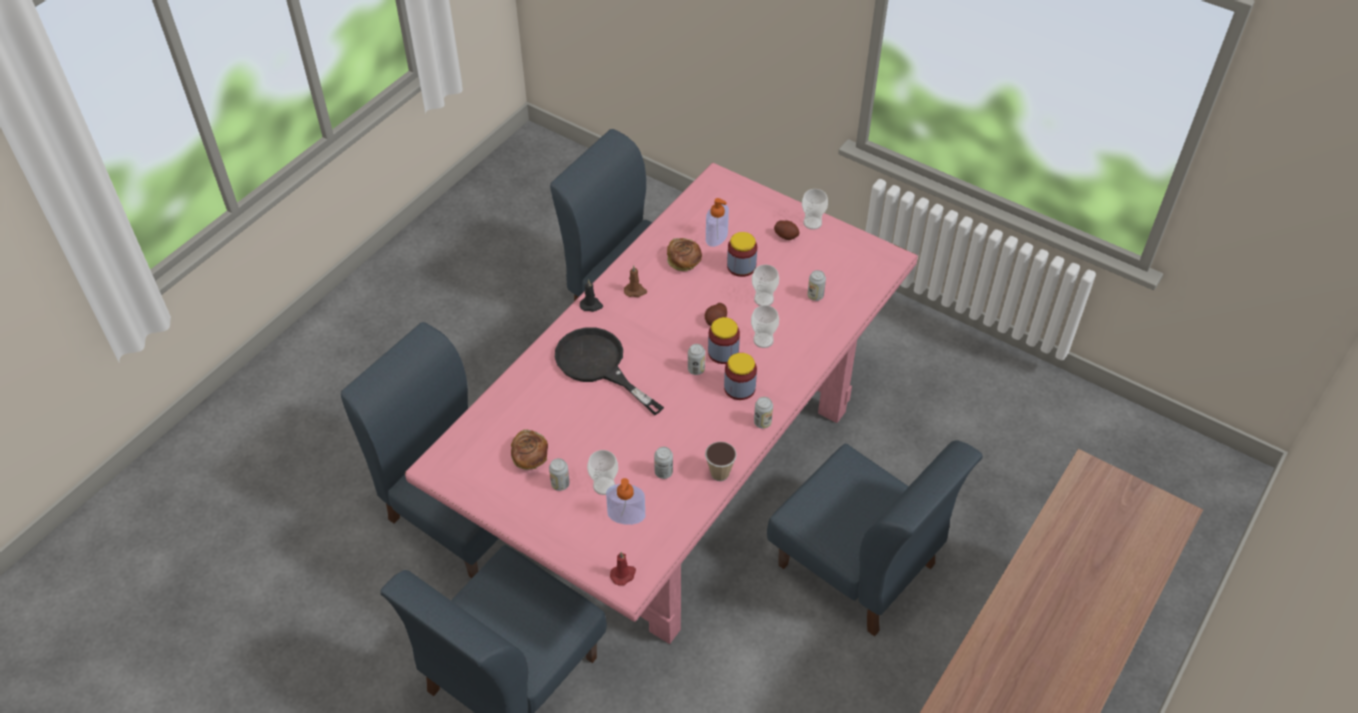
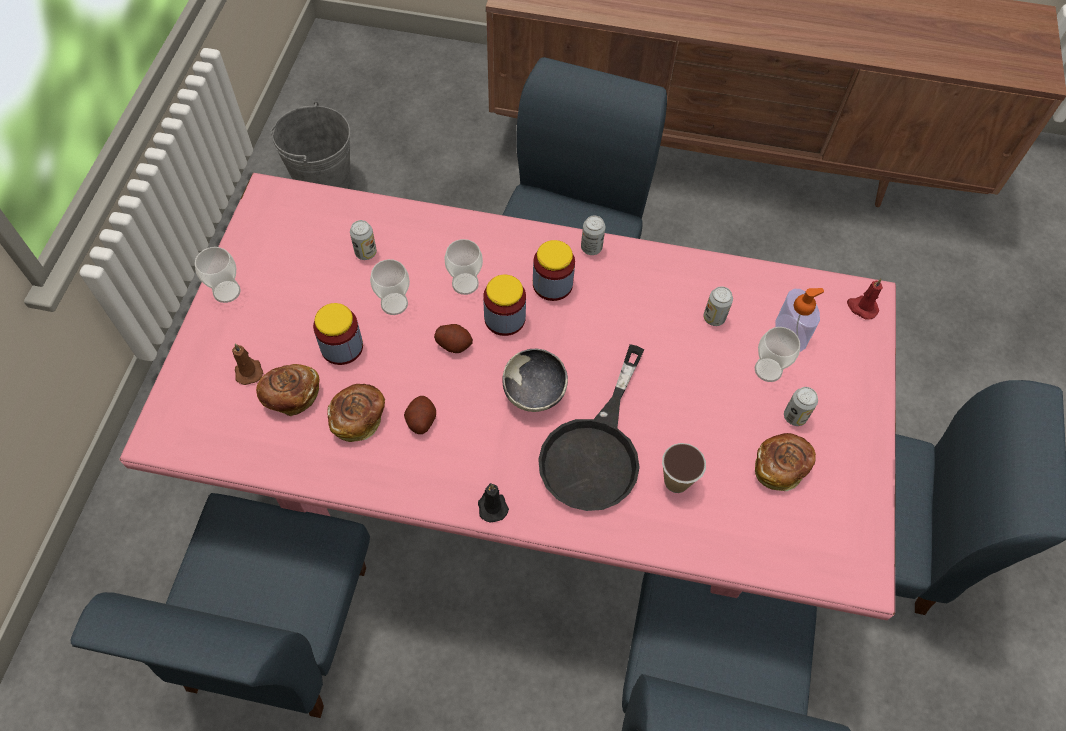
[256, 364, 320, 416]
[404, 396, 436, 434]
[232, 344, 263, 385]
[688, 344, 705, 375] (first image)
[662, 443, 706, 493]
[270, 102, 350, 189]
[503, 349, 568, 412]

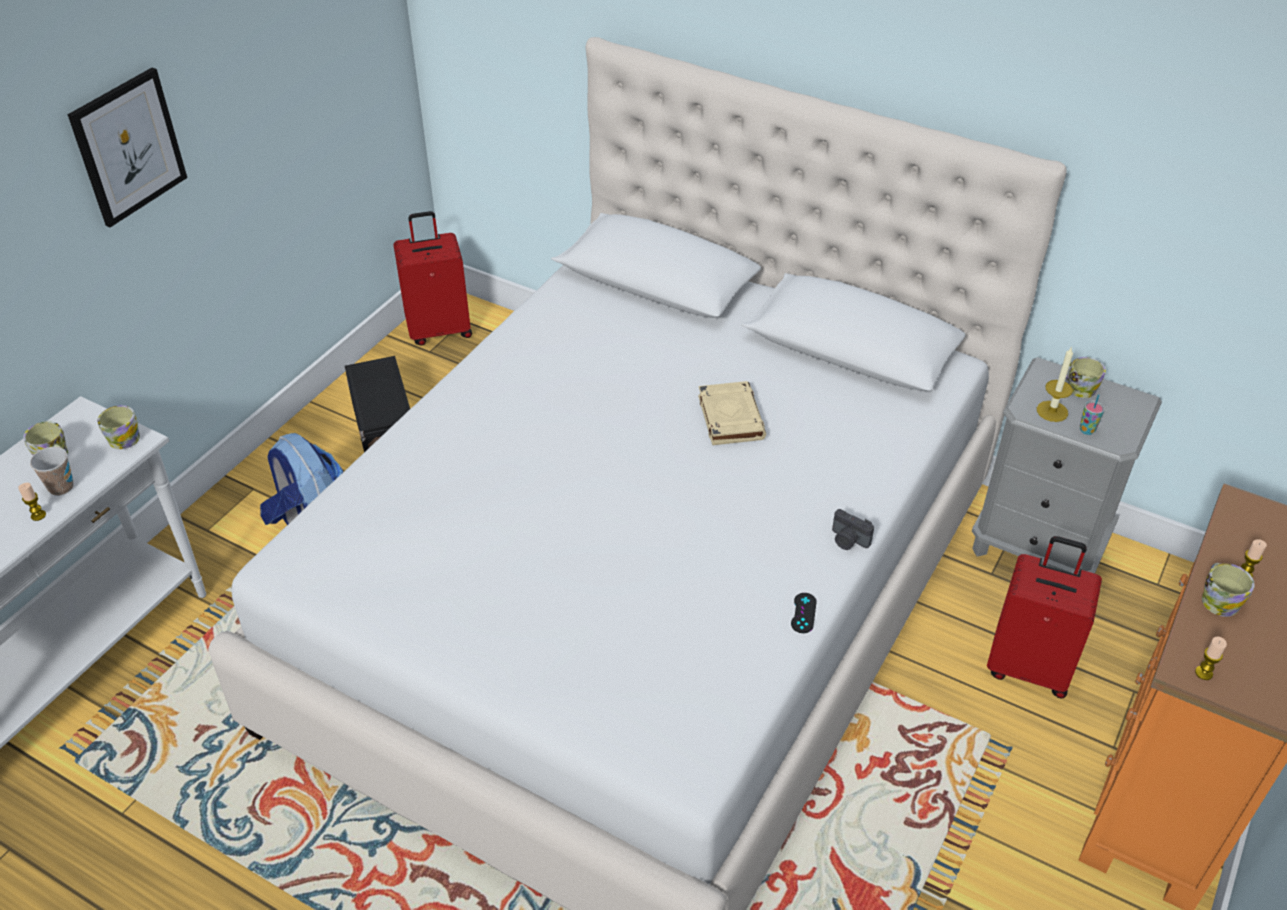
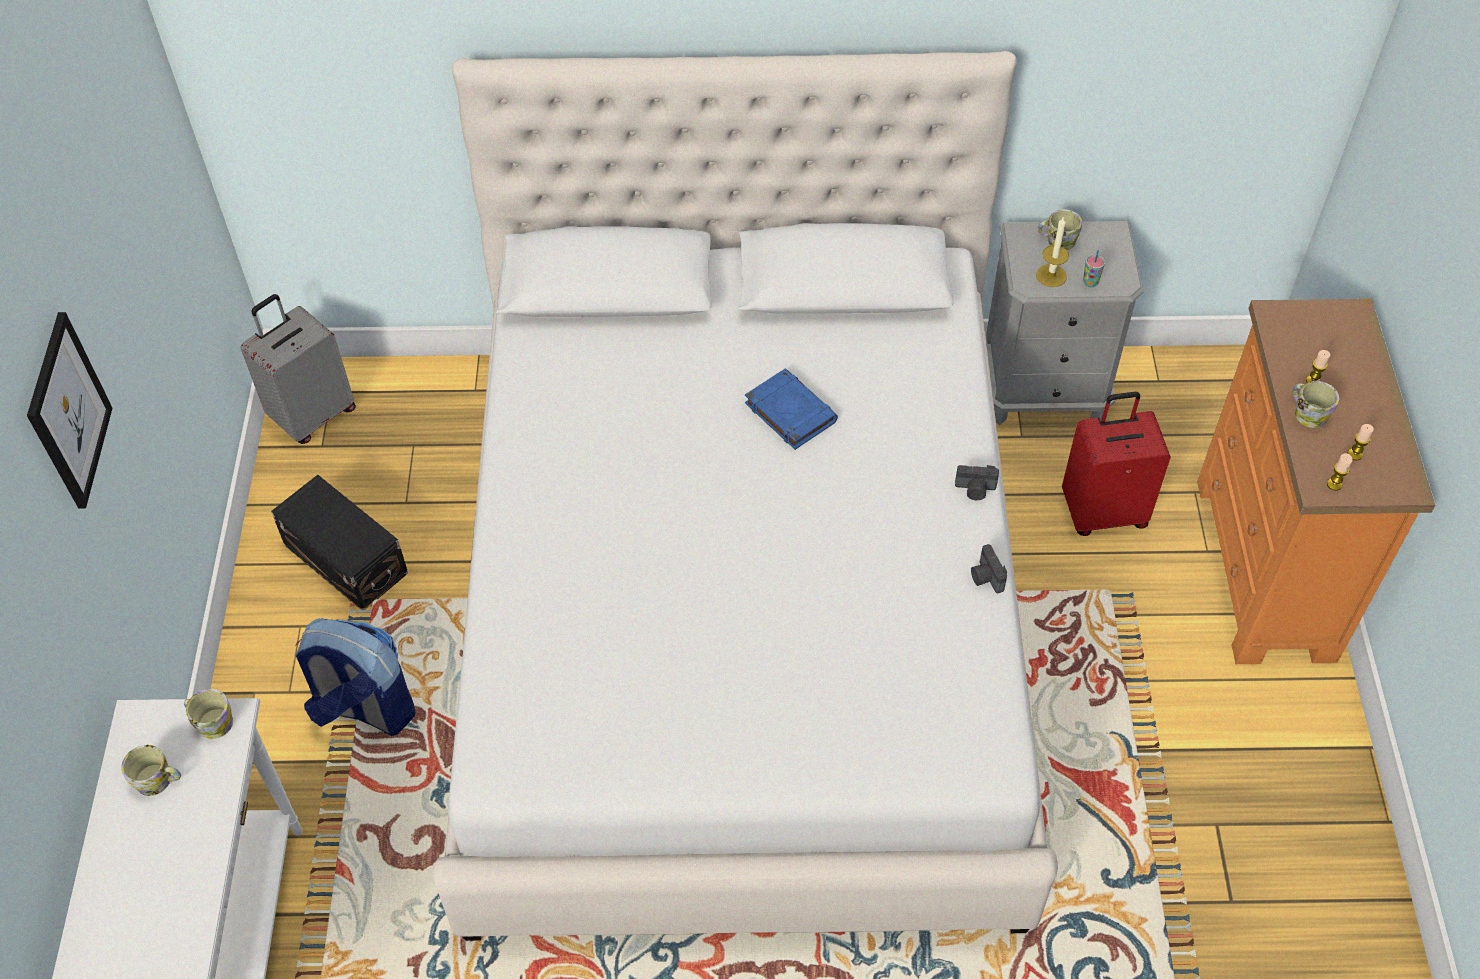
[241, 294, 356, 444]
[745, 369, 838, 450]
[30, 447, 74, 496] (first image)
[1348, 424, 1374, 460]
[971, 544, 1007, 593]

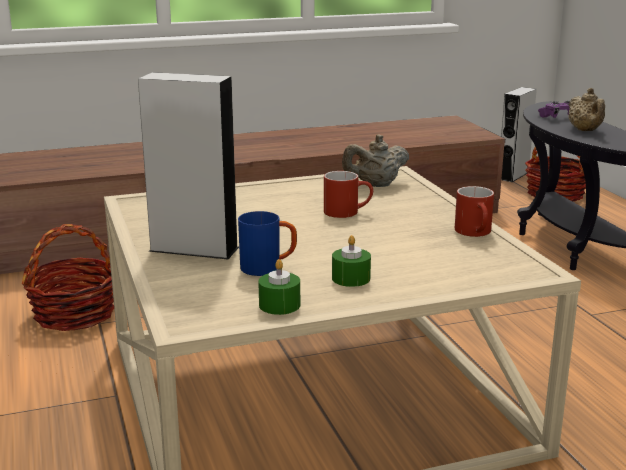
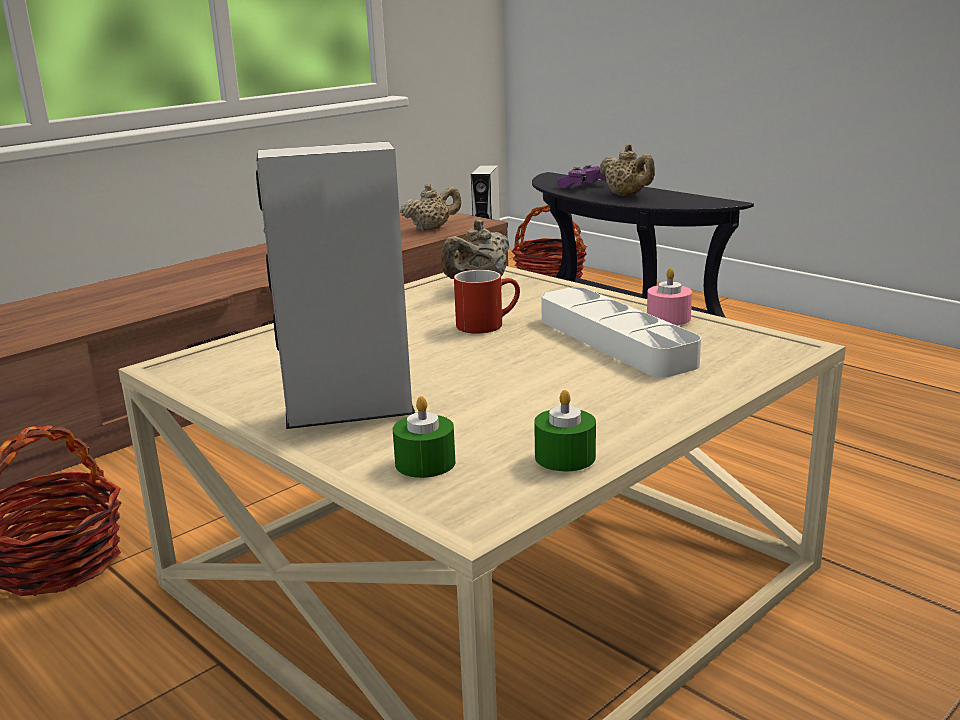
[647, 268, 692, 325]
[238, 211, 297, 276] (first image)
[393, 396, 455, 478]
[400, 183, 461, 231]
[541, 287, 701, 377]

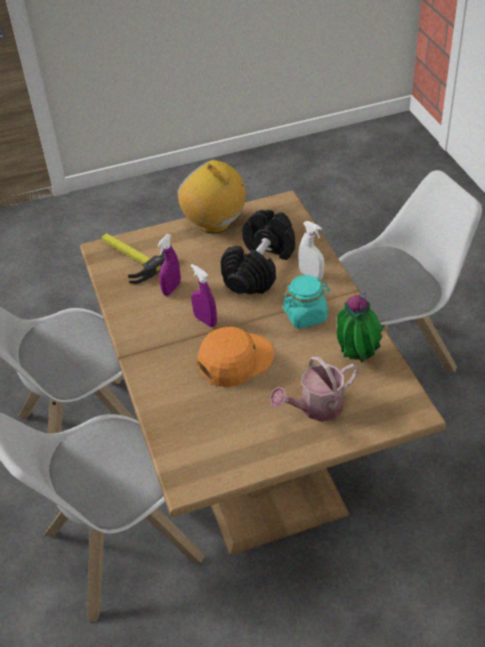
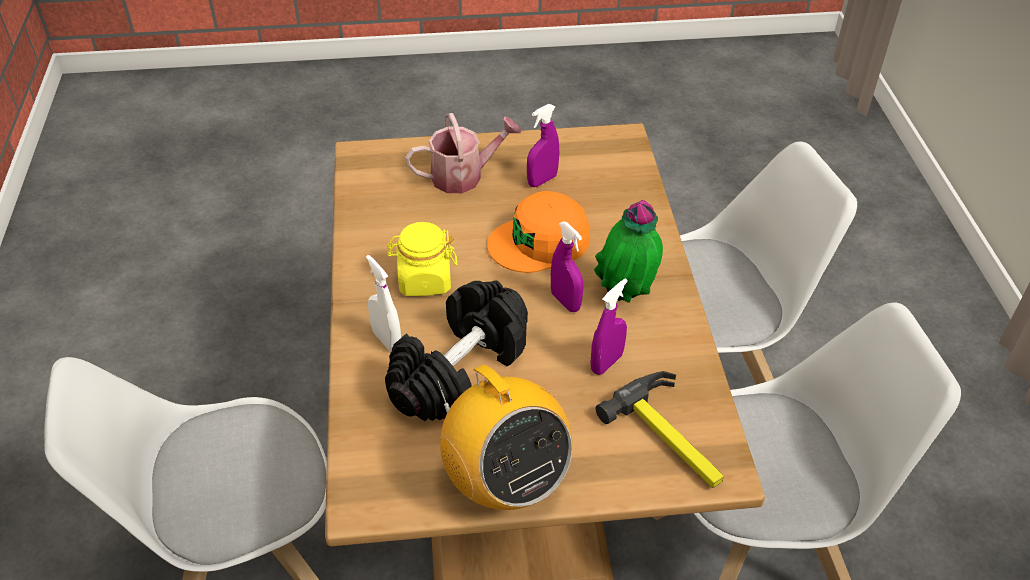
[387, 222, 457, 296]
[594, 200, 663, 303]
[527, 104, 559, 187]

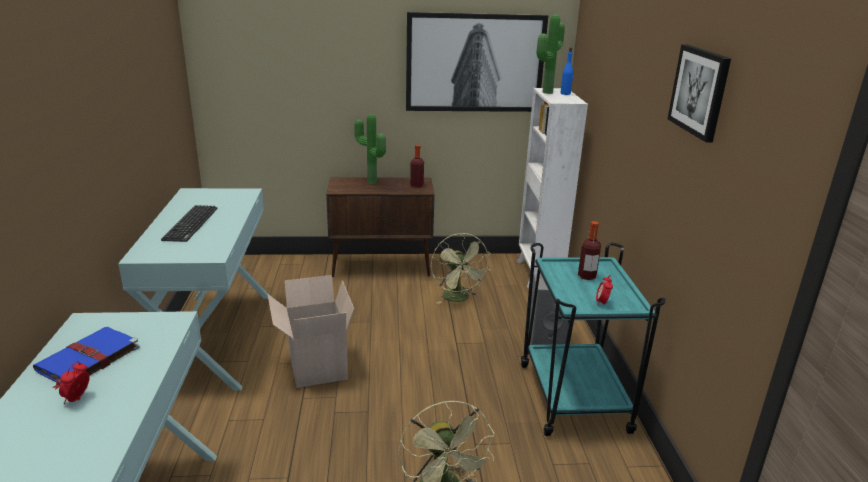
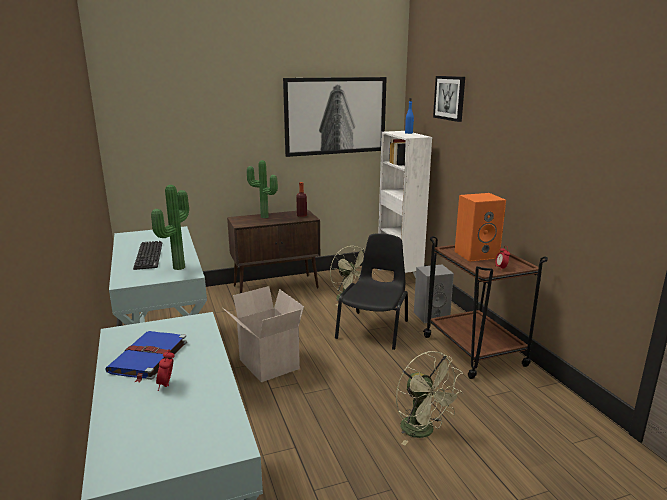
[151, 185, 189, 270]
[433, 76, 465, 122]
[455, 193, 506, 262]
[423, 236, 548, 379]
[335, 233, 408, 350]

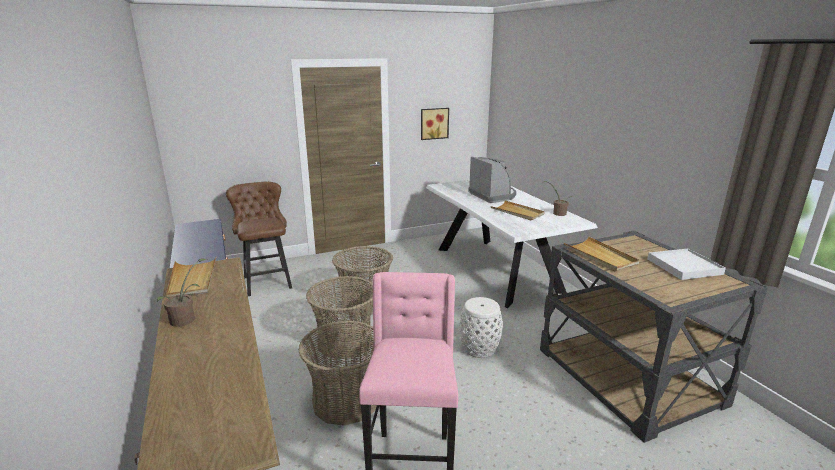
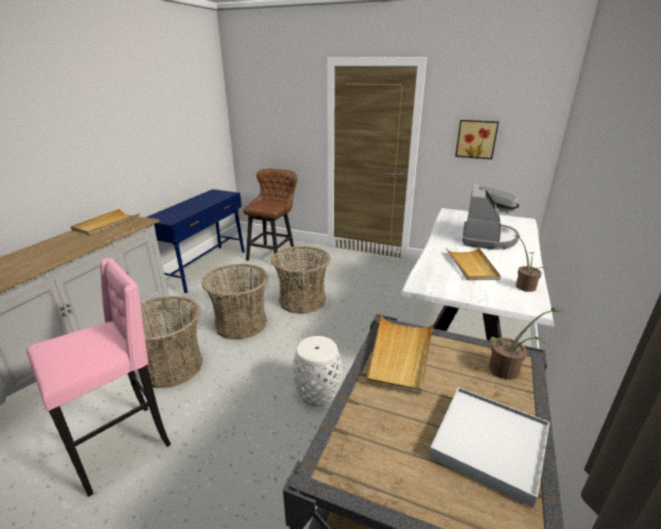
[489, 307, 563, 380]

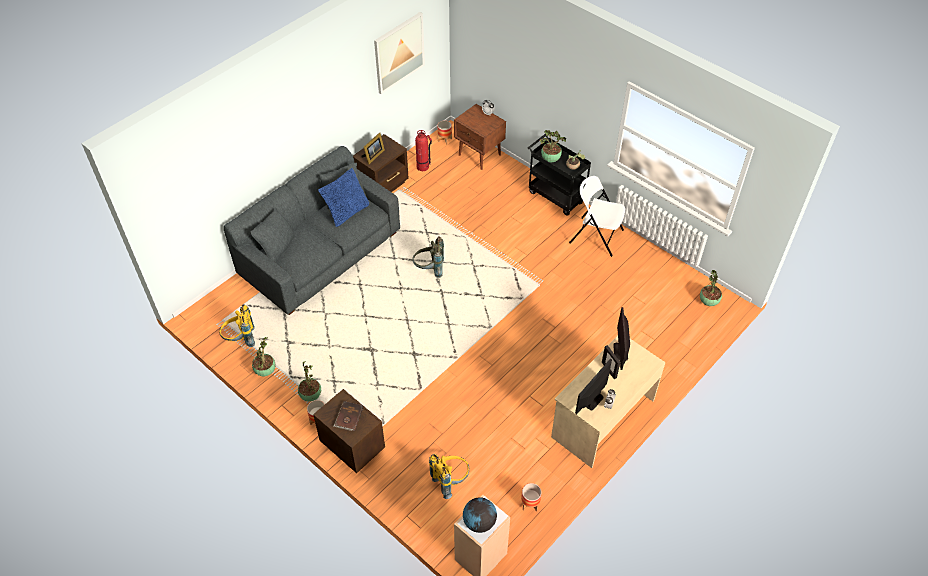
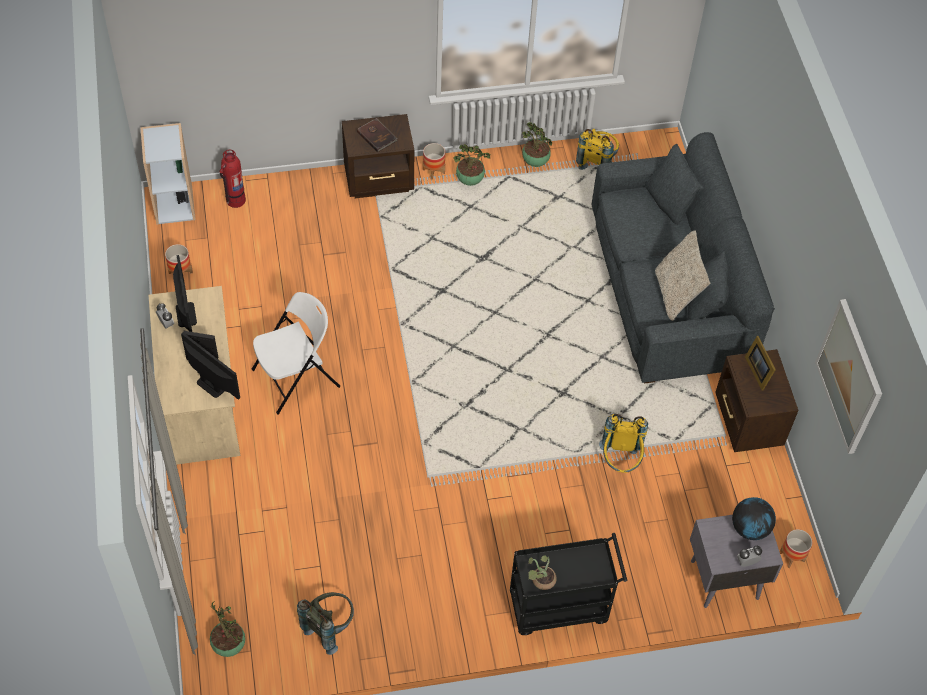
[690, 515, 783, 608]
[219, 150, 246, 208]
[540, 130, 566, 162] (first image)
[655, 231, 710, 321]
[252, 292, 340, 415]
[297, 592, 354, 655]
[599, 414, 648, 473]
[732, 497, 776, 540]

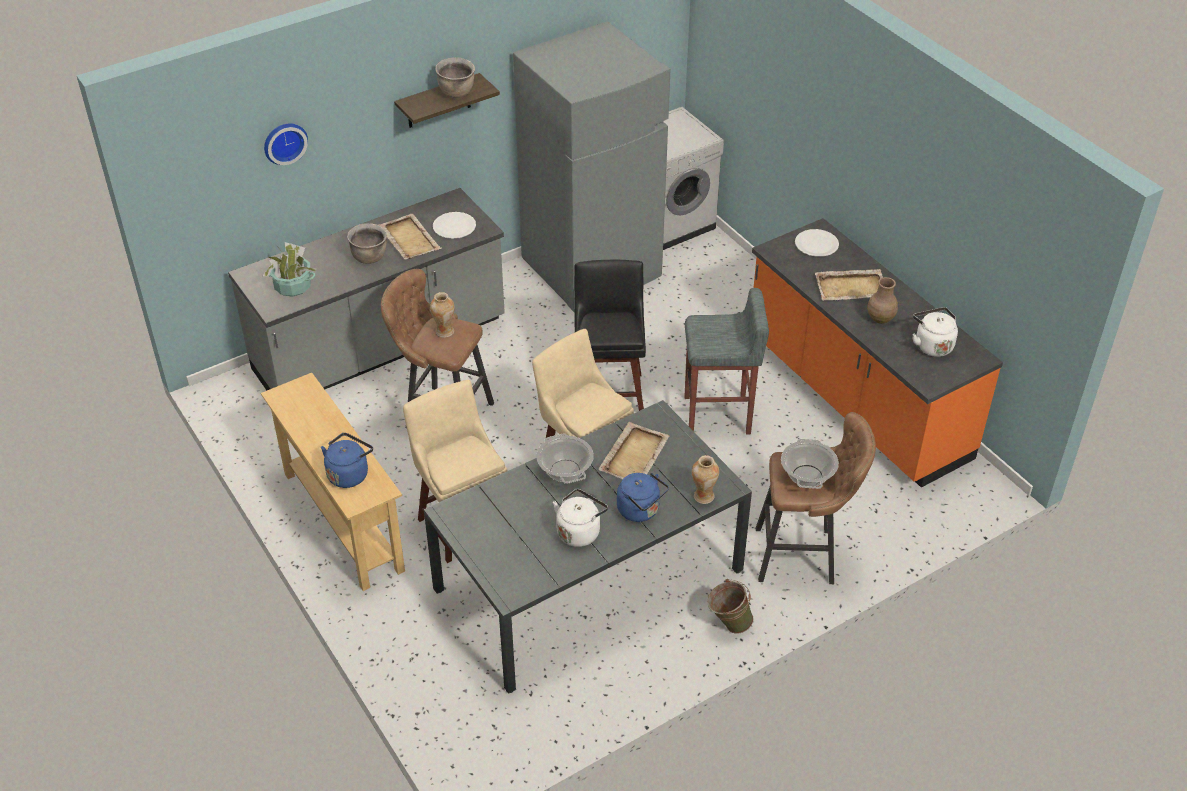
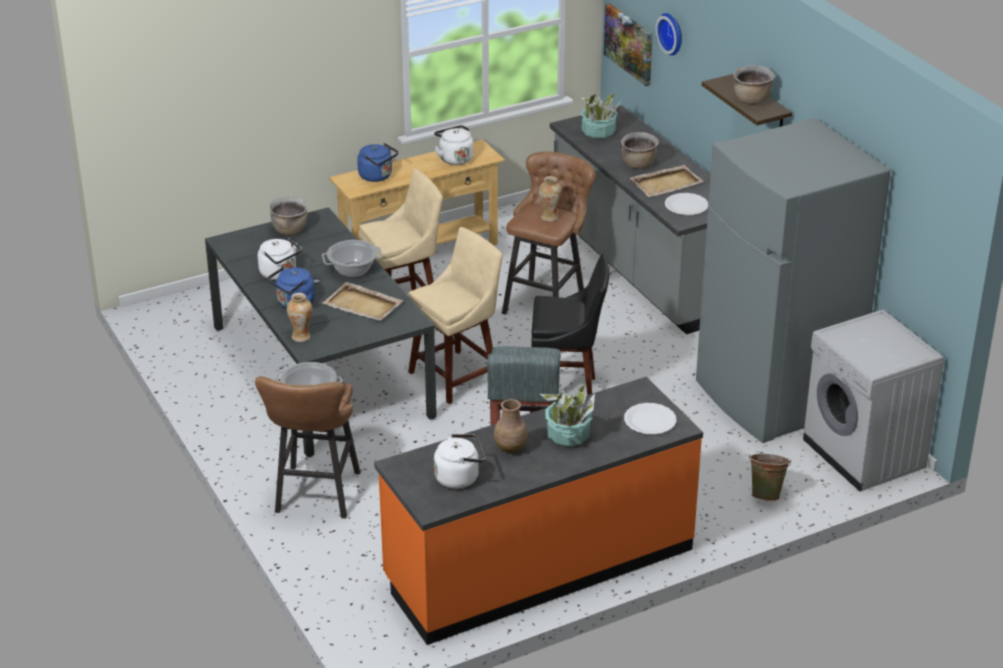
[540, 385, 595, 447]
[749, 454, 791, 501]
[604, 3, 653, 86]
[434, 125, 473, 165]
[269, 197, 308, 236]

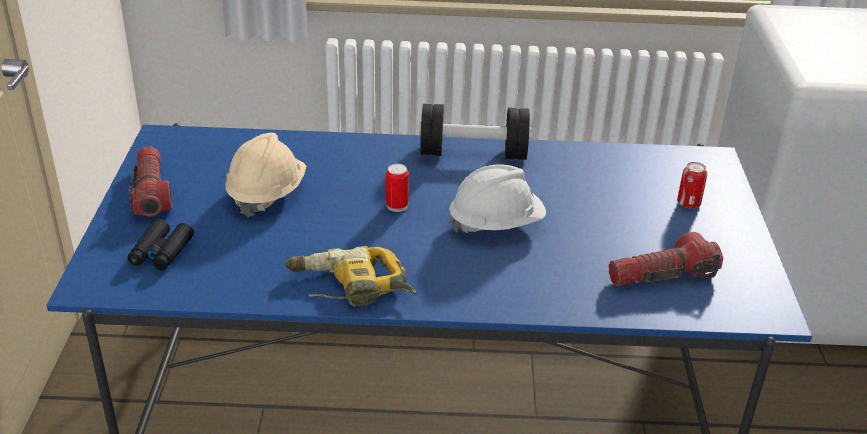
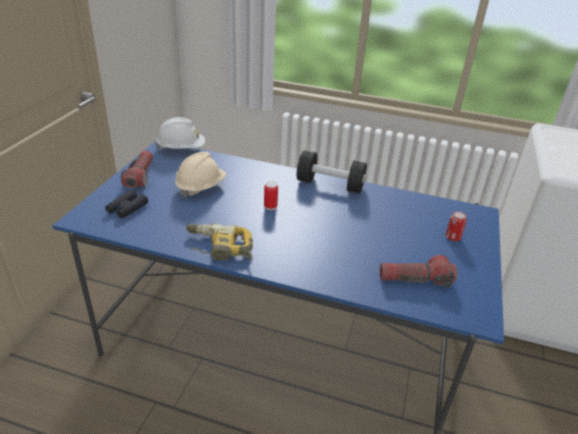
[155, 117, 205, 149]

